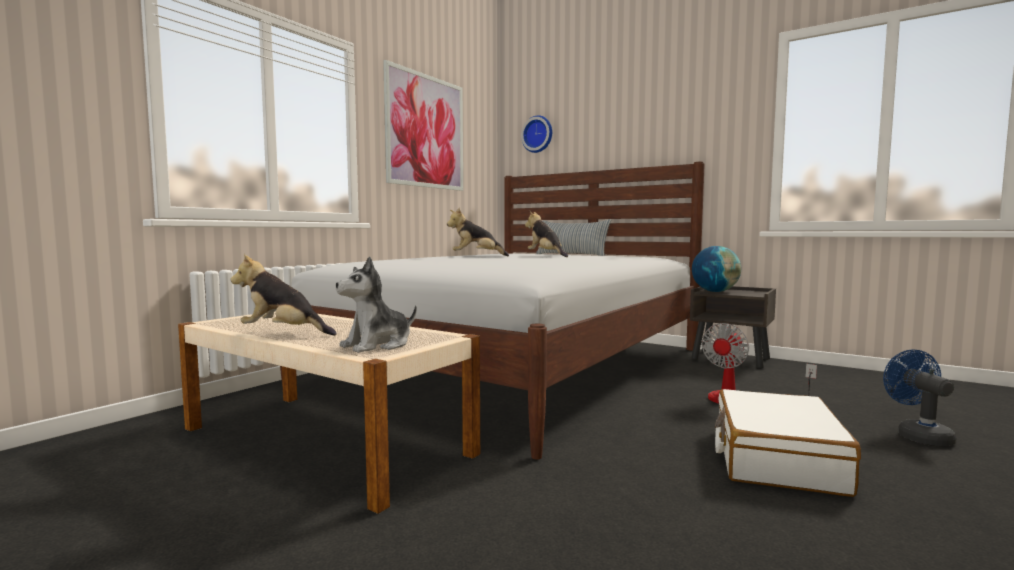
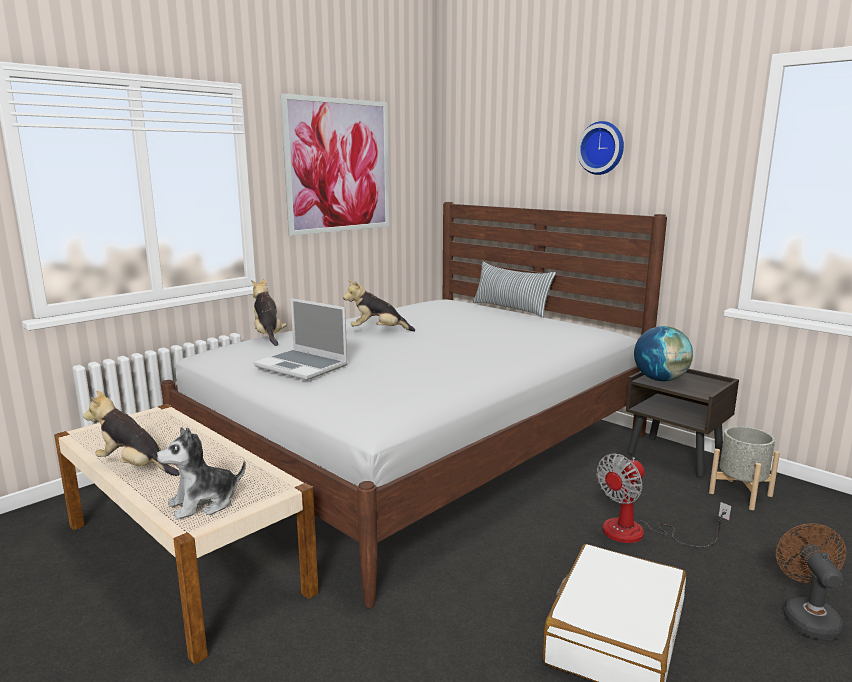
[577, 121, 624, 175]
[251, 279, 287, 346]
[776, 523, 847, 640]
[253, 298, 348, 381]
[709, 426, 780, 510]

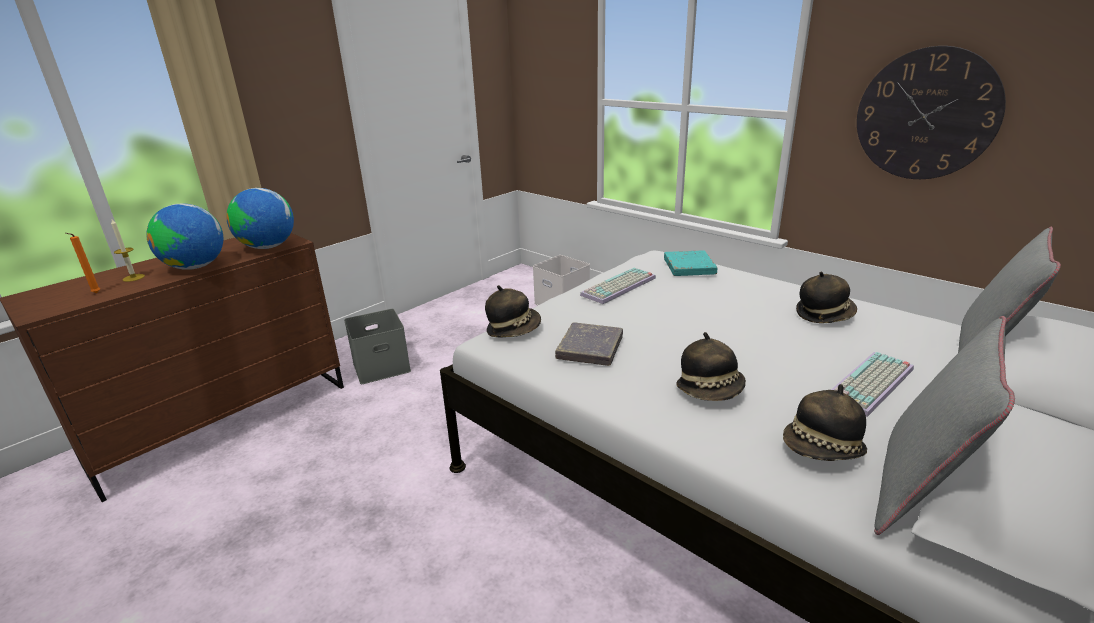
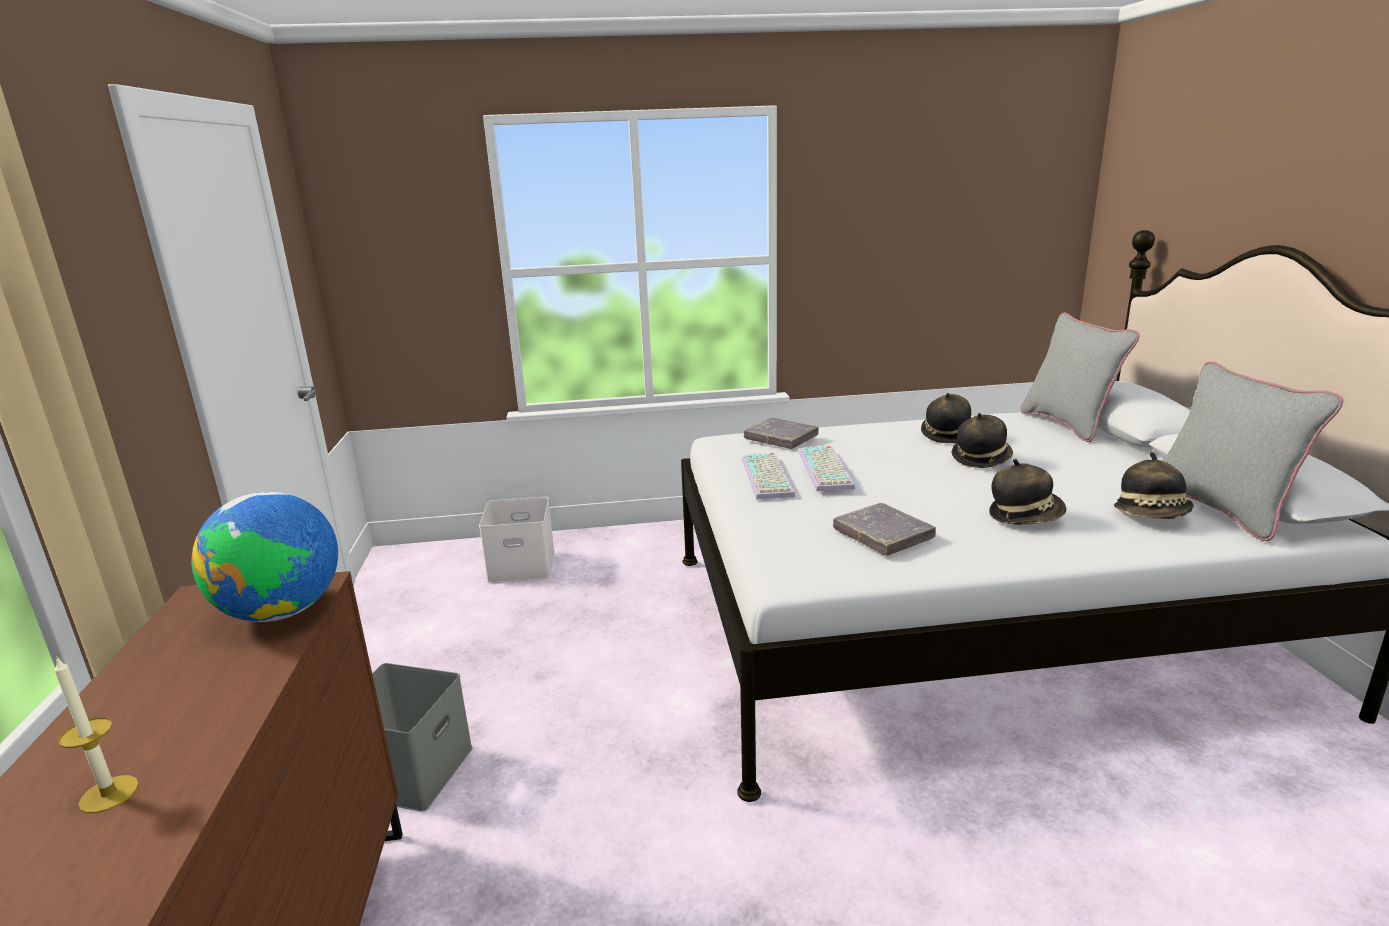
[857, 46, 1006, 179] (first image)
[146, 203, 223, 270] (first image)
[66, 233, 100, 293] (first image)
[744, 418, 819, 449]
[952, 413, 1013, 468]
[799, 446, 855, 491]

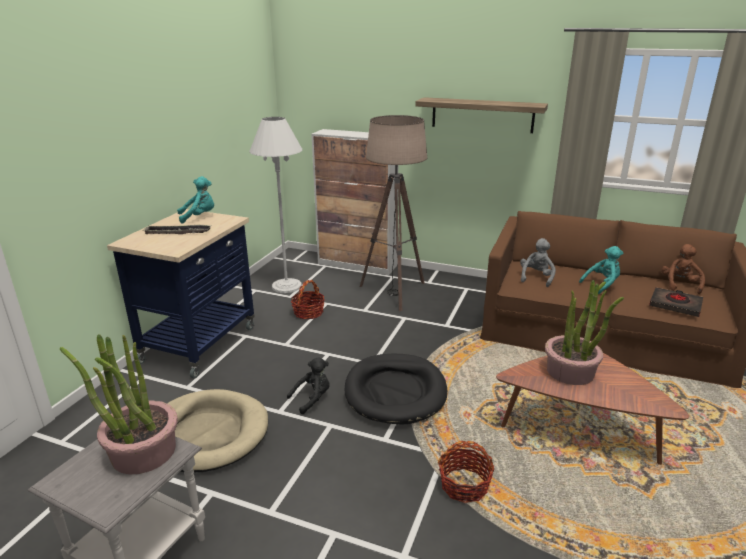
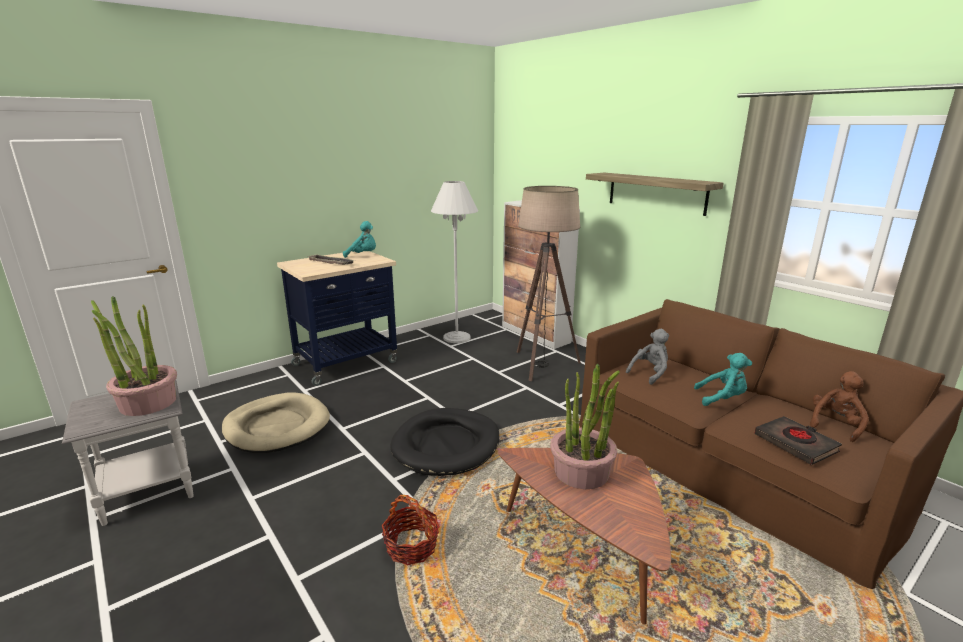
[291, 280, 325, 319] (first image)
[287, 357, 330, 414] (first image)

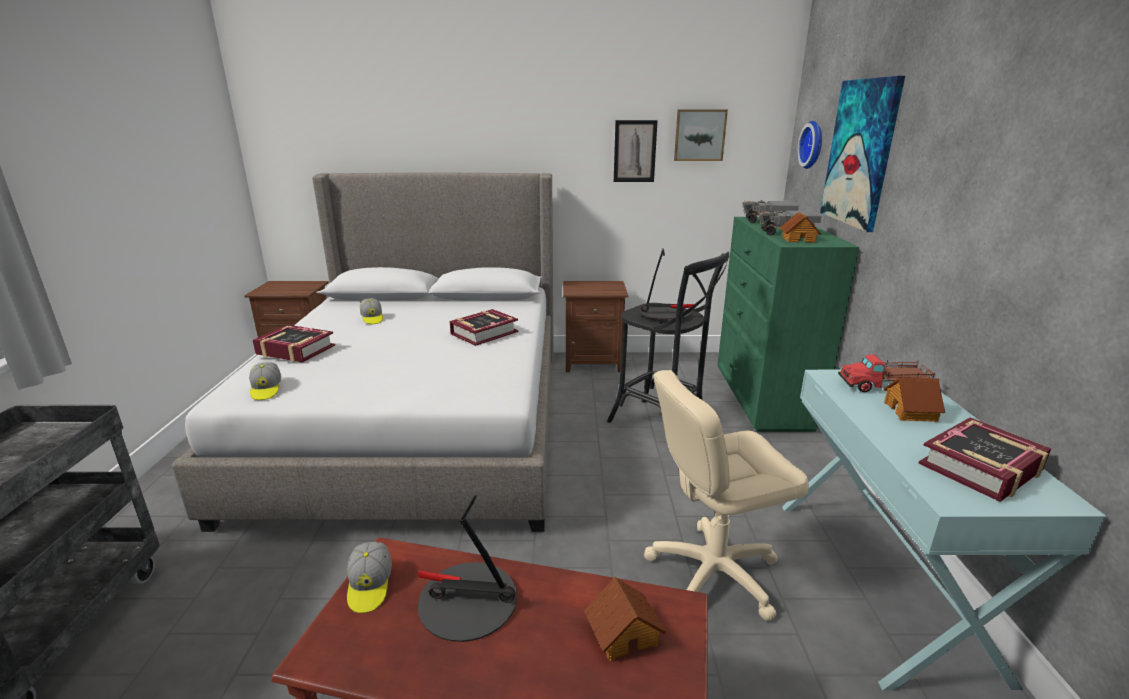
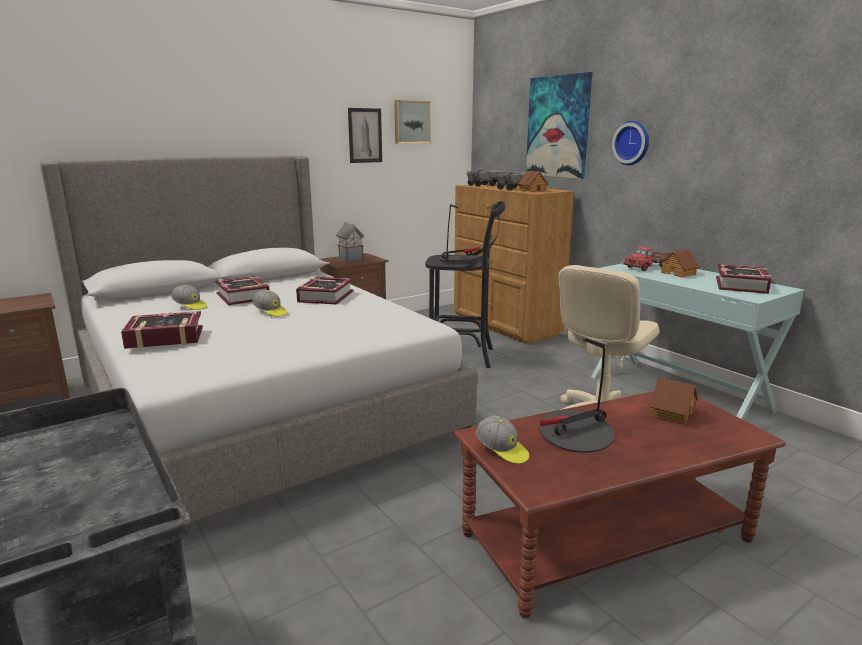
[612, 121, 649, 165]
[454, 183, 574, 344]
[252, 290, 287, 317]
[336, 222, 364, 262]
[215, 276, 270, 305]

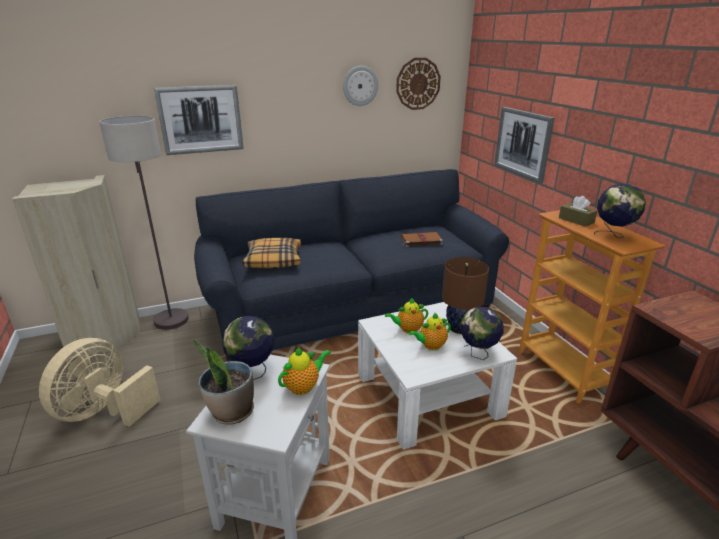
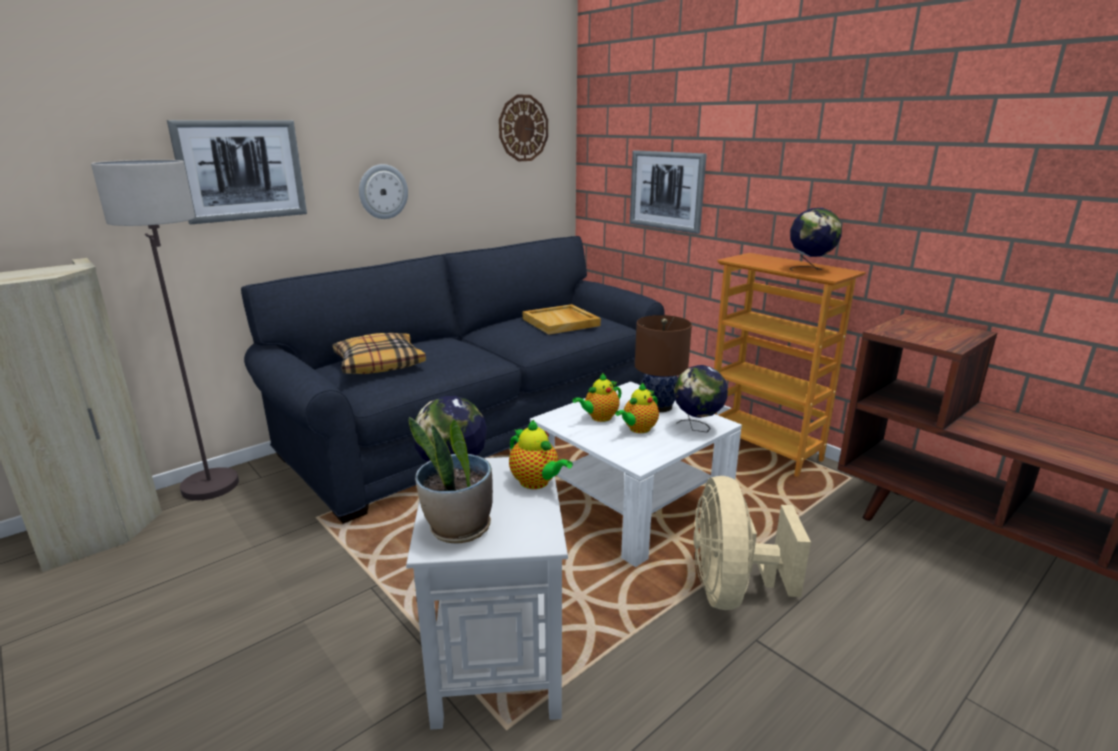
[359, 164, 408, 219]
[559, 196, 597, 227] (first image)
[523, 304, 601, 335]
[694, 476, 811, 610]
[509, 420, 573, 489]

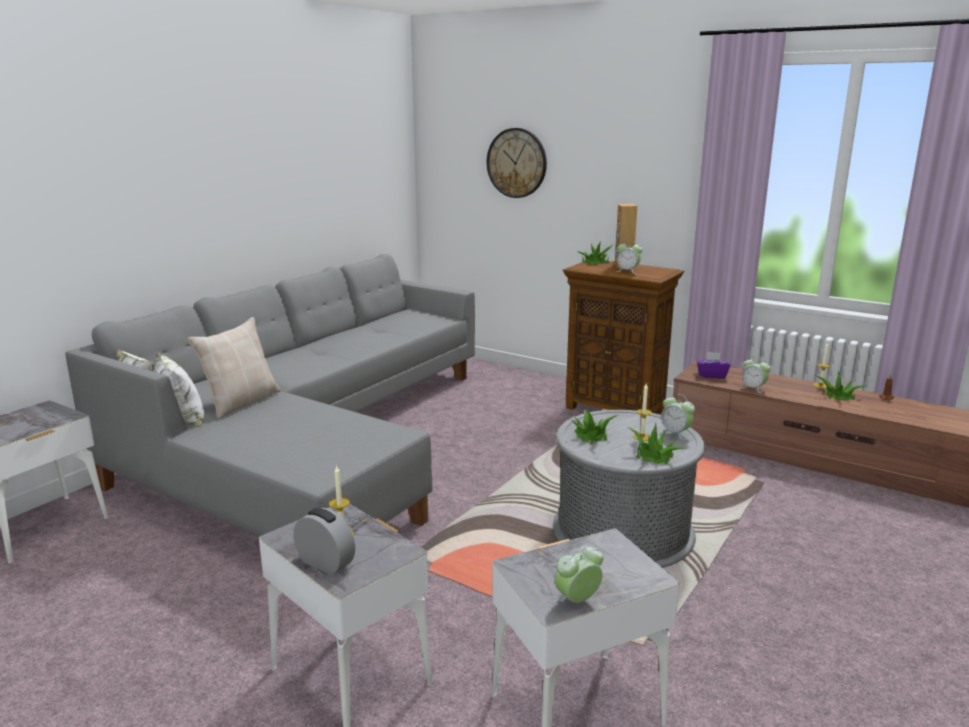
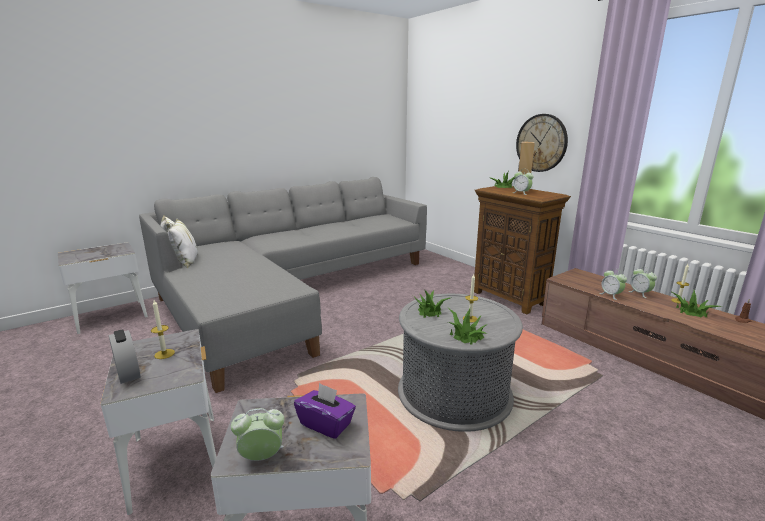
[516, 114, 568, 172]
[188, 317, 281, 419] (first image)
[294, 383, 356, 439]
[629, 267, 657, 298]

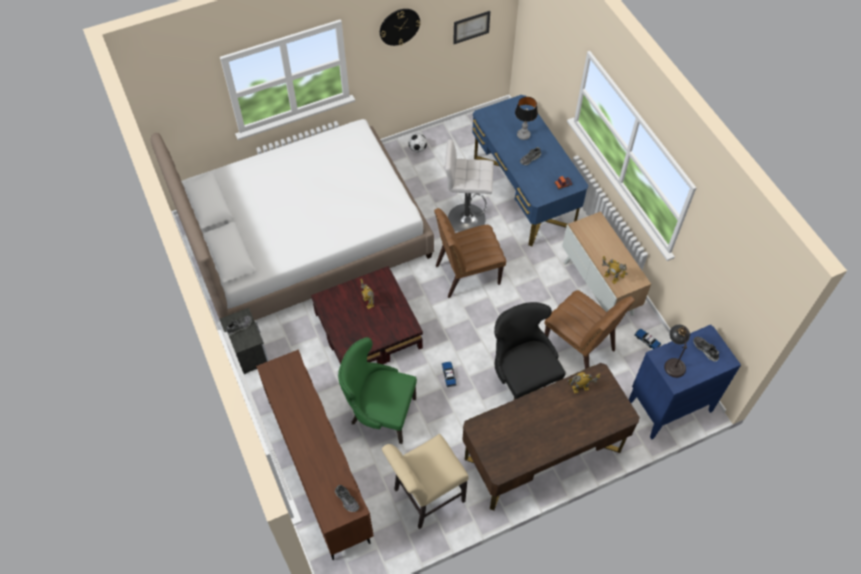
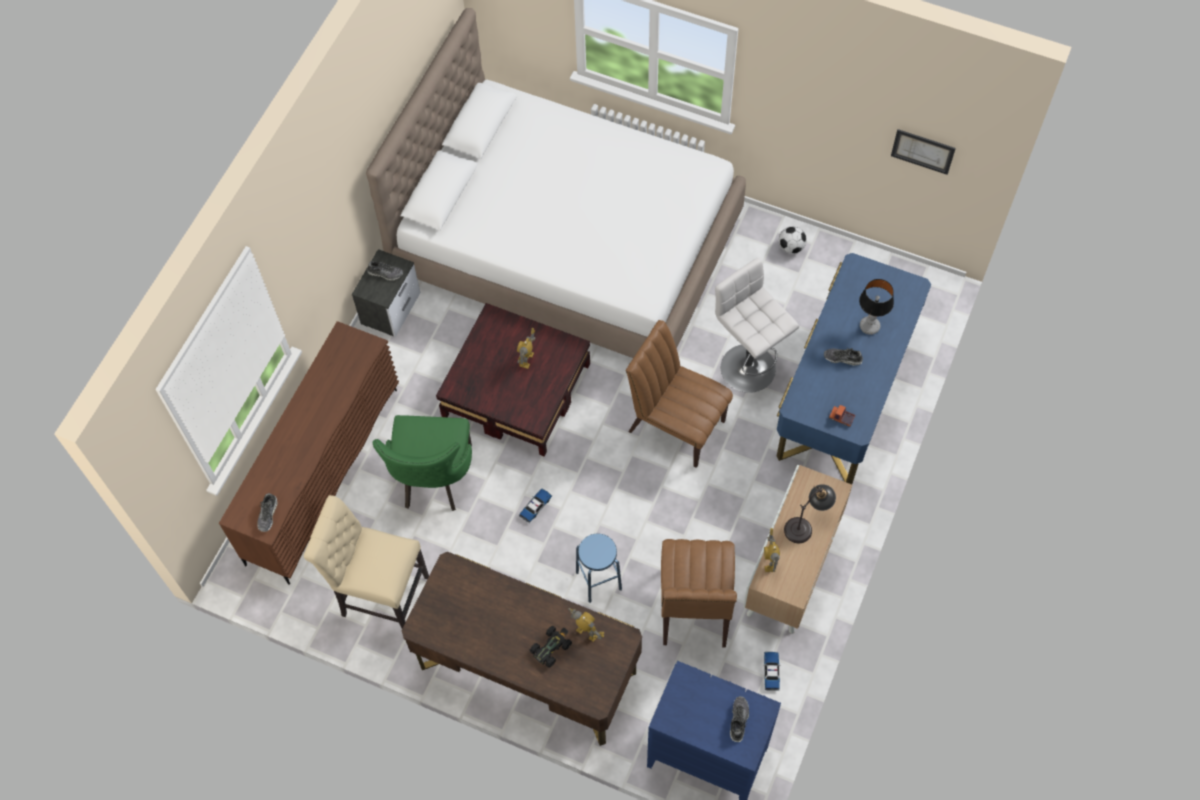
[380, 9, 420, 46] (first image)
[576, 533, 622, 603]
[784, 484, 836, 543]
[373, 415, 472, 511]
[530, 626, 572, 668]

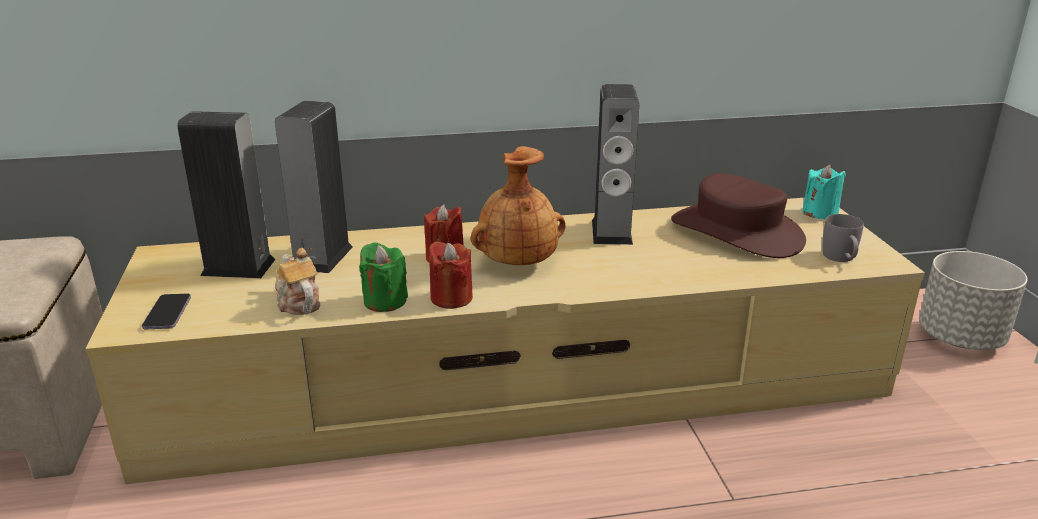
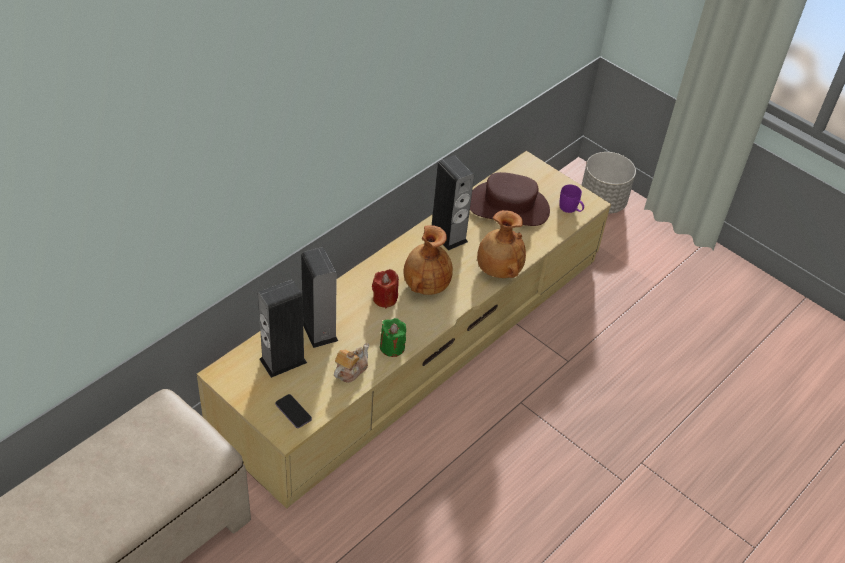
[802, 165, 846, 219] (first image)
[560, 184, 584, 213]
[428, 241, 473, 309] (first image)
[334, 343, 369, 383]
[477, 210, 526, 278]

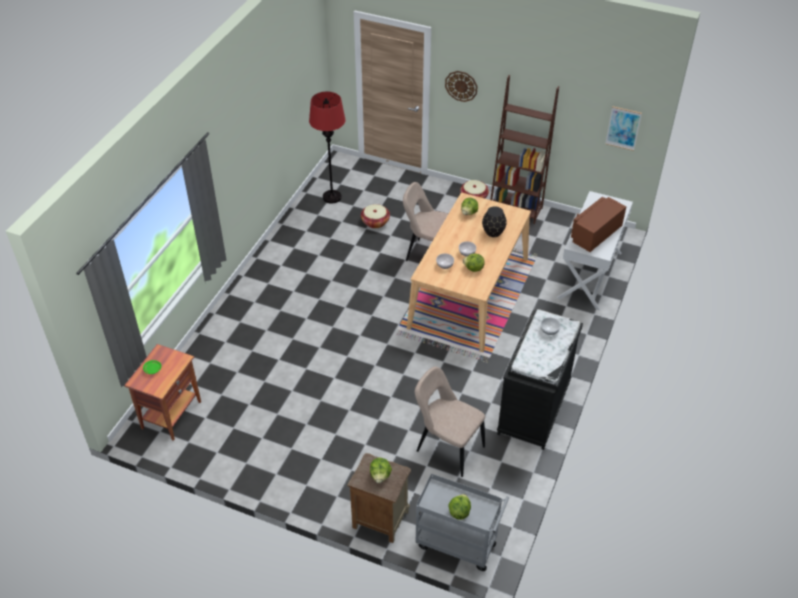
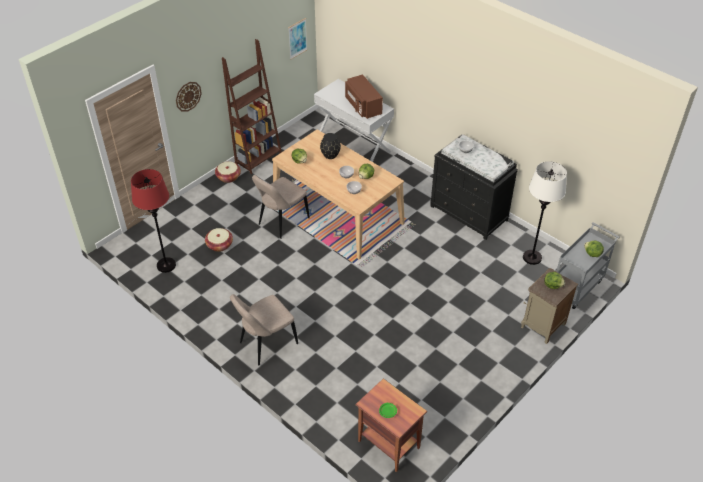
[230, 294, 298, 365]
[523, 161, 567, 265]

